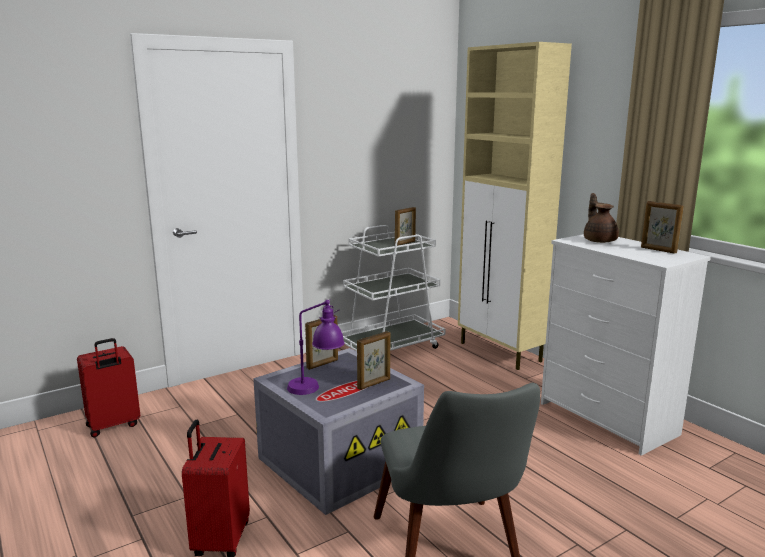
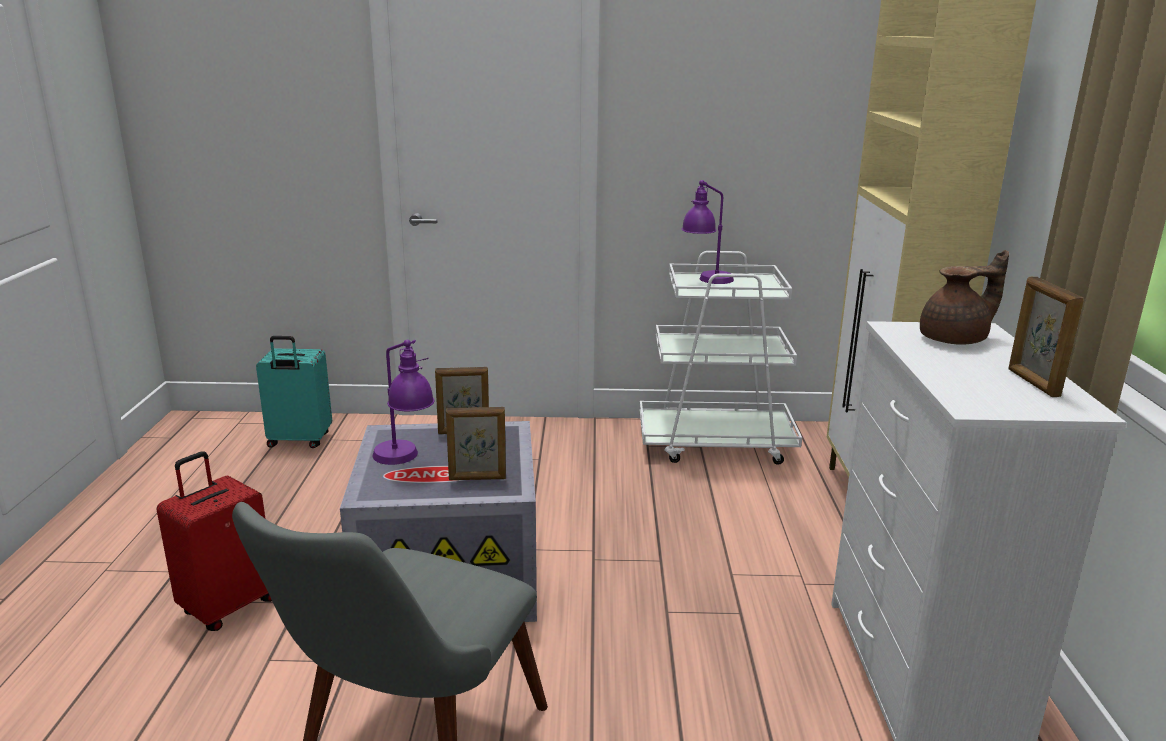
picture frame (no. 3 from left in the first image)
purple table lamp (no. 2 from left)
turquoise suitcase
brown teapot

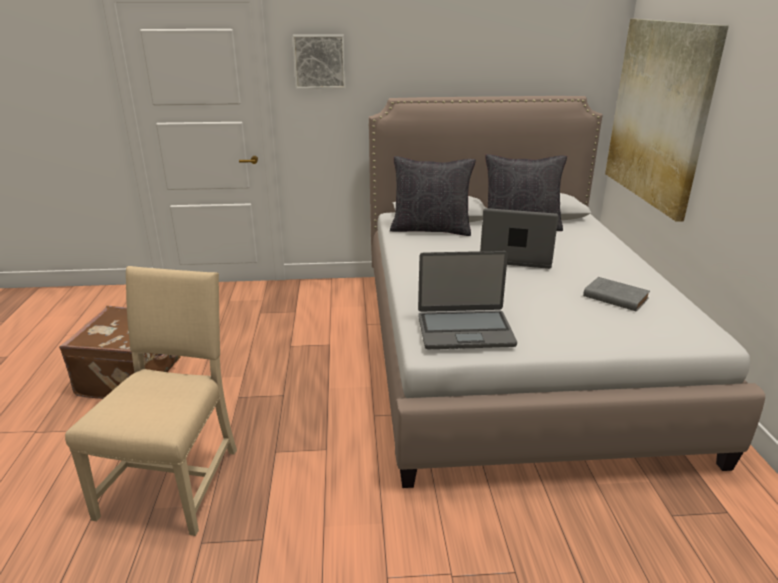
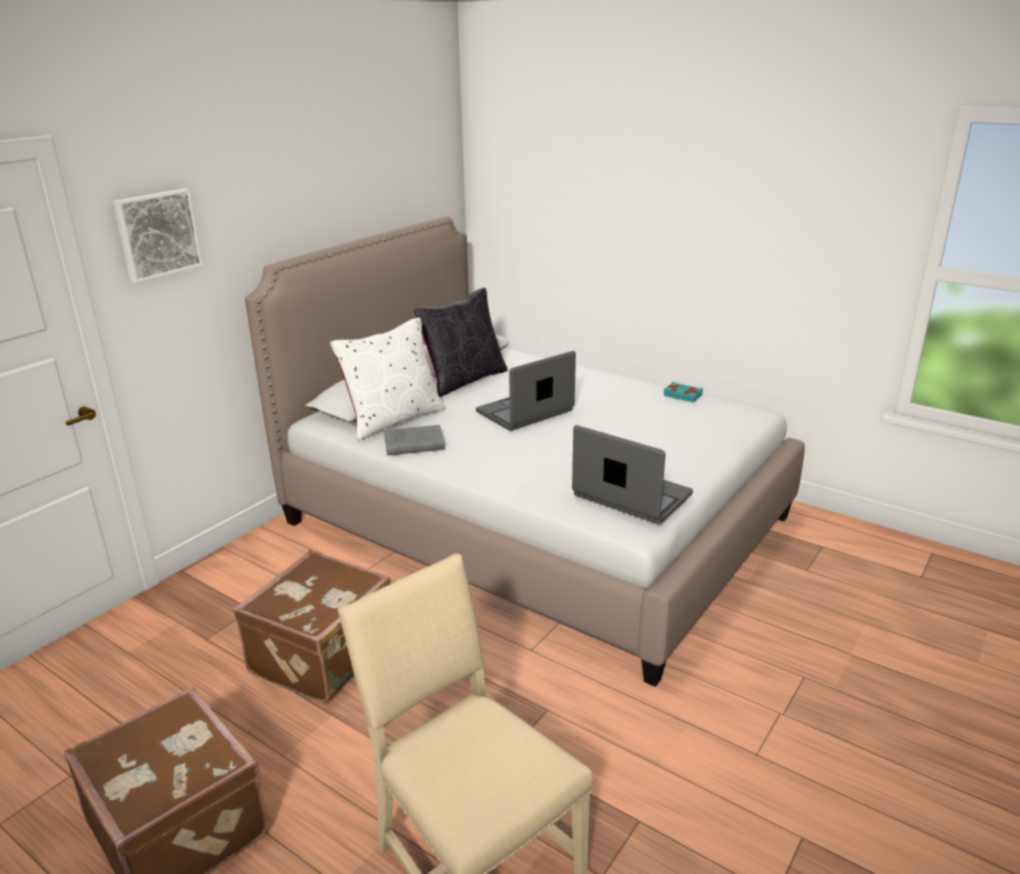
picture (no. 2 from left in the first image)
brown suitcase (no. 2 from left)
turquoise book
grey book
white pillow
laptop (no. 2 from left)

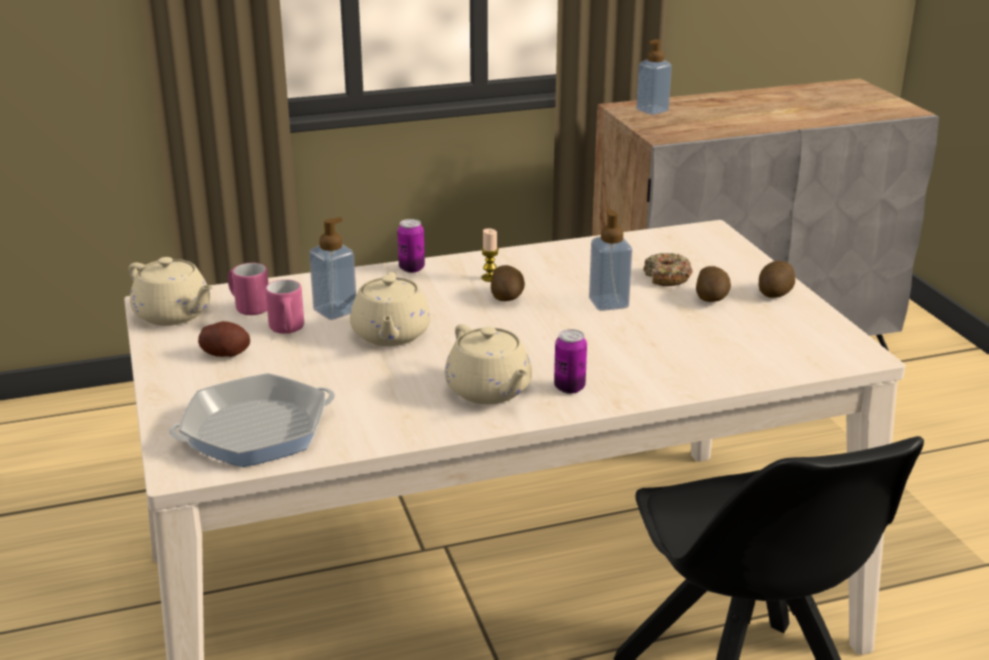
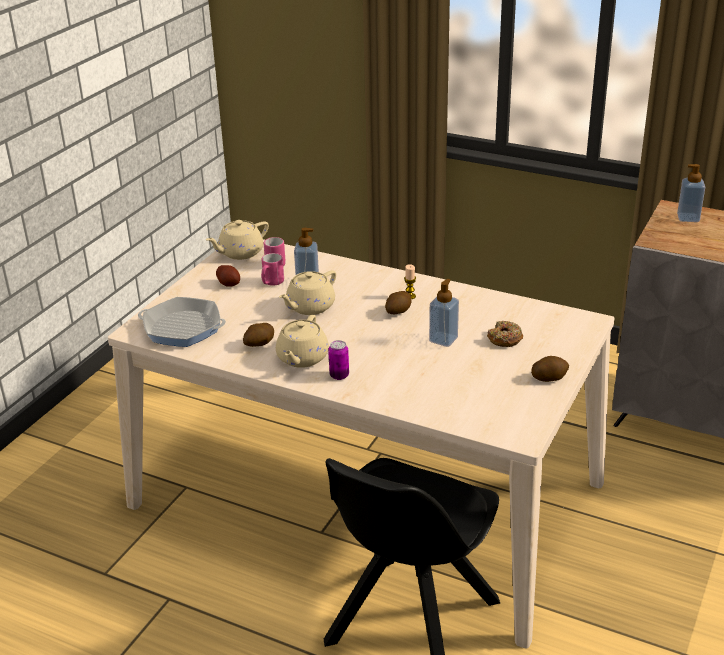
can (no. 1 from left in the first image)
potato (no. 2 from left)
beige teapot (no. 1 from left)

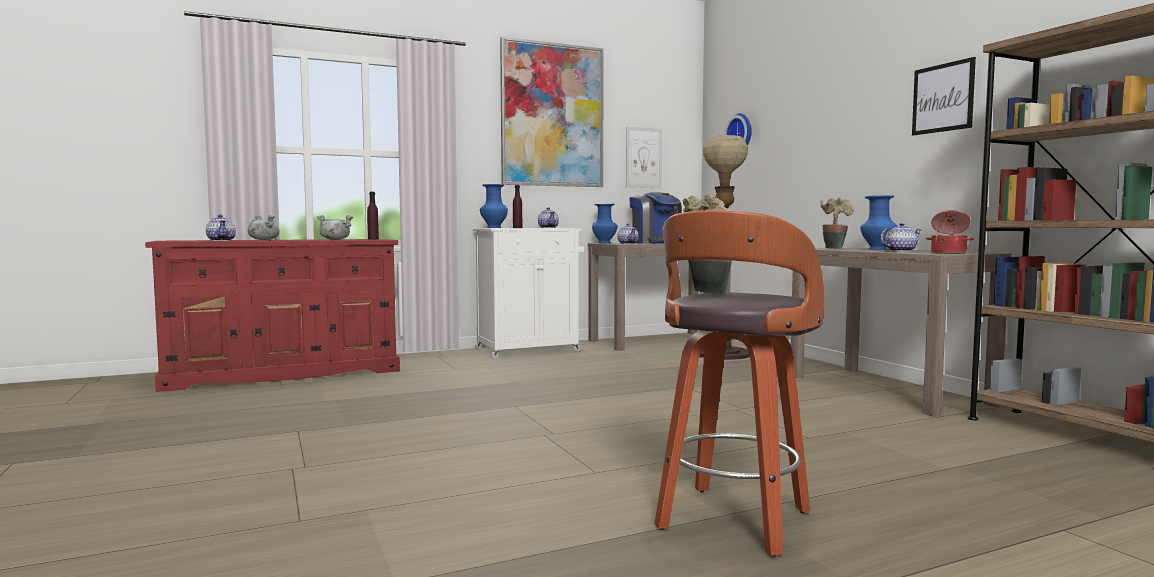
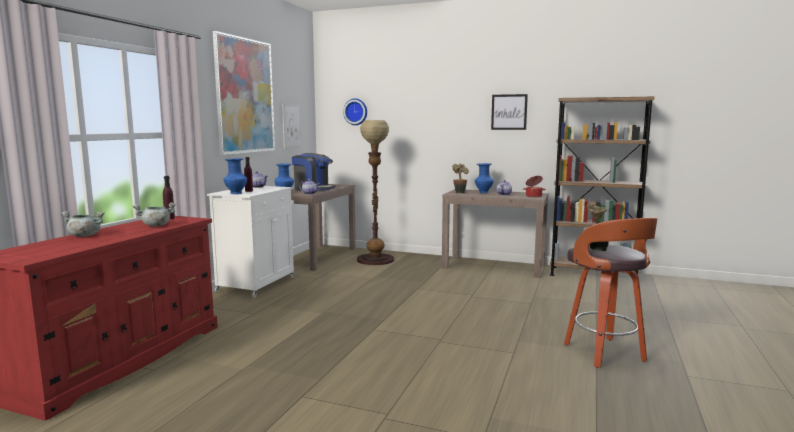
teapot (no. 1 from left in the first image)

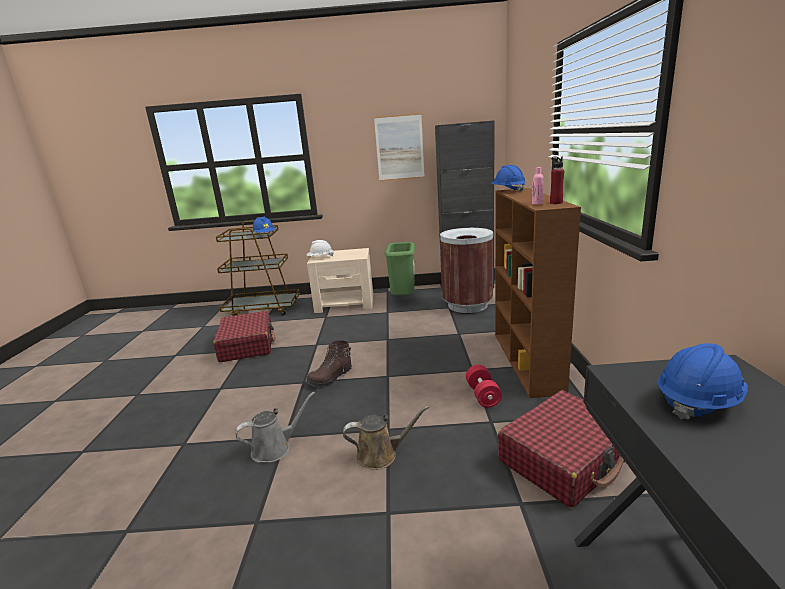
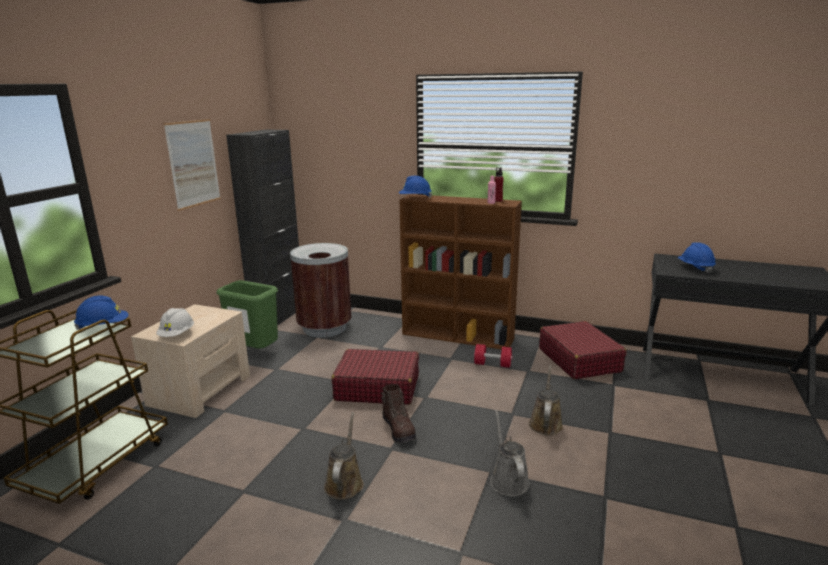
brown watering can (no. 1 from left)
red suitcase (no. 1 from left)

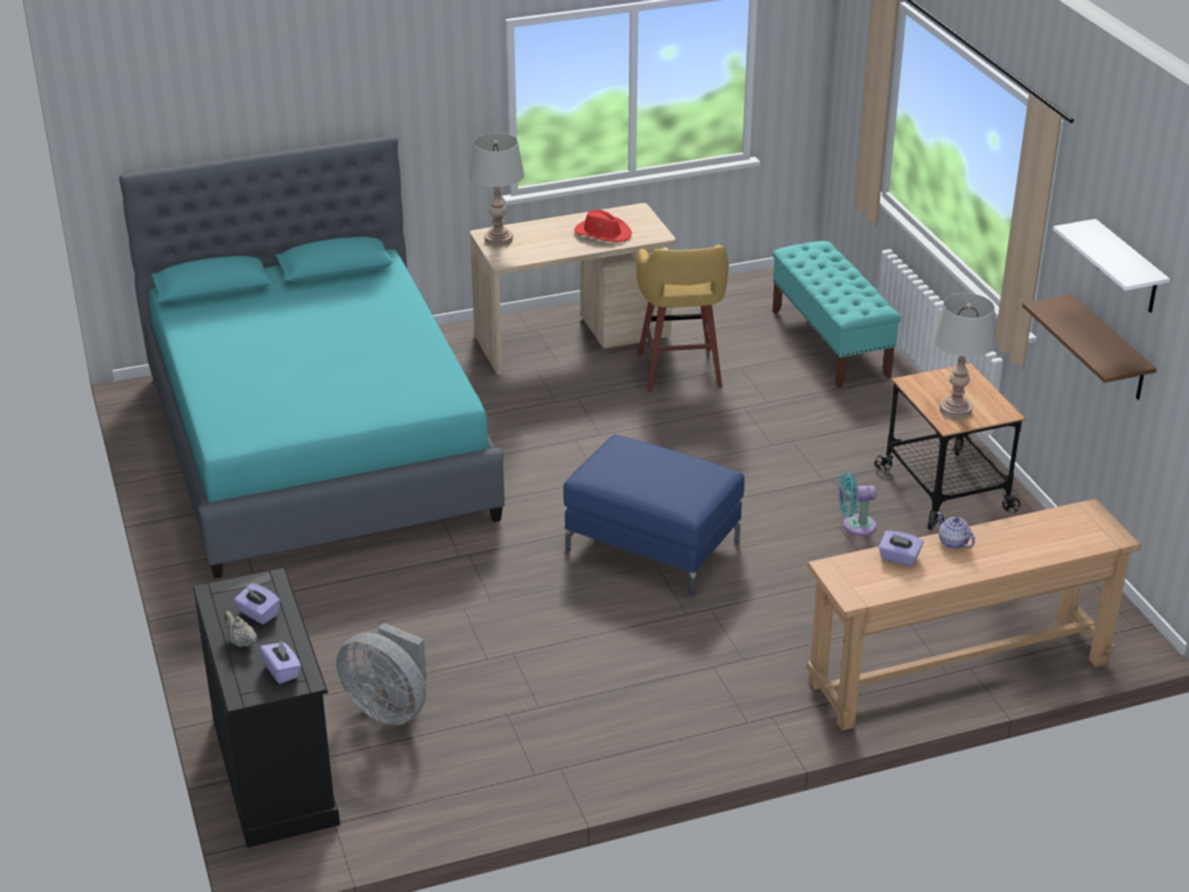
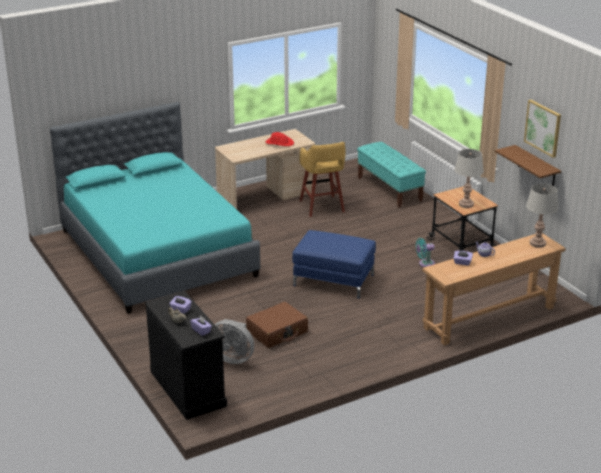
brown suitcase
grey table lamp (no. 2 from left)
picture

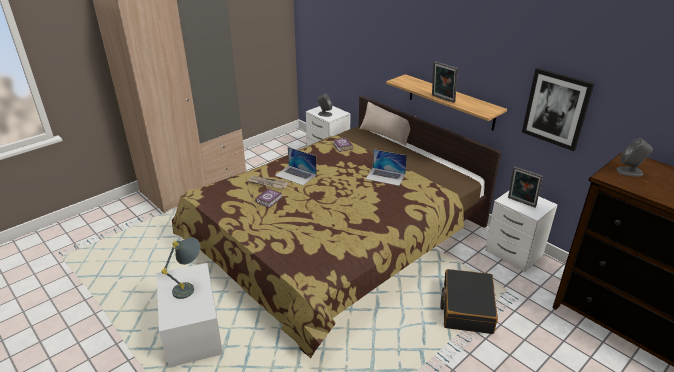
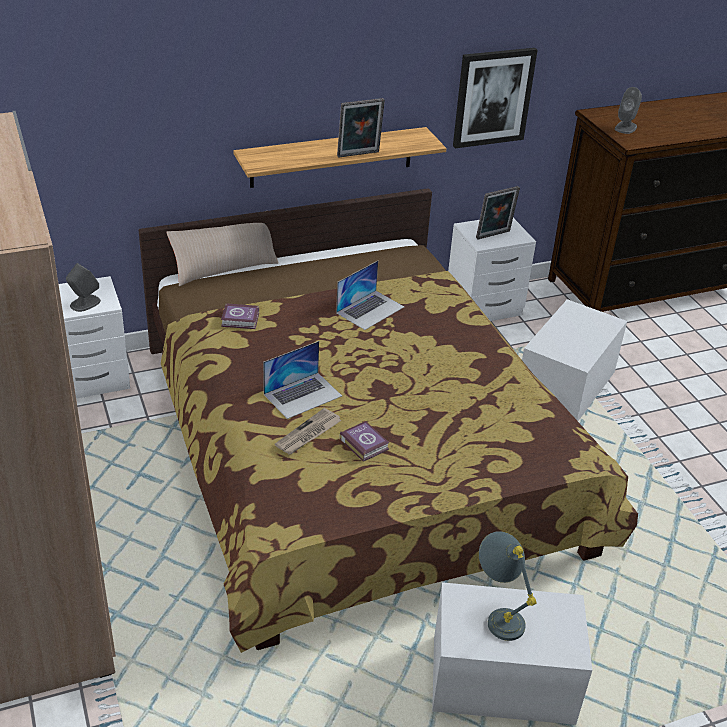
white storage box (no. 2 from left)

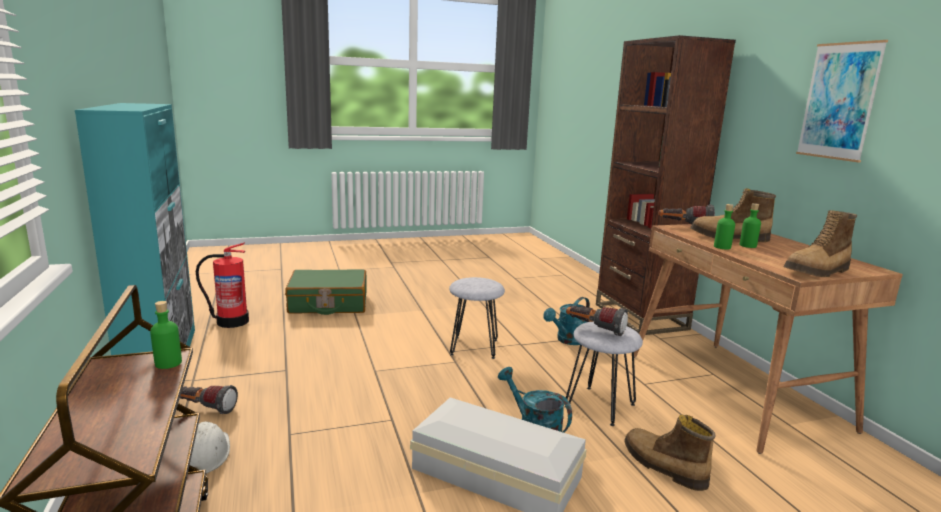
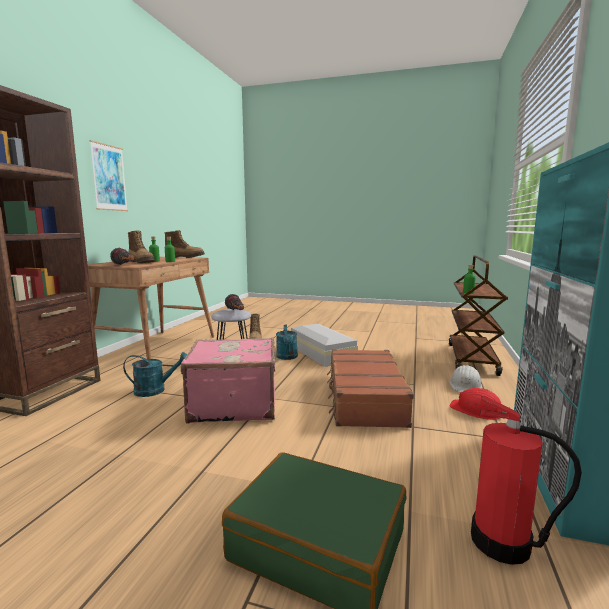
brown suitcase
red hard hat
pink suitcase

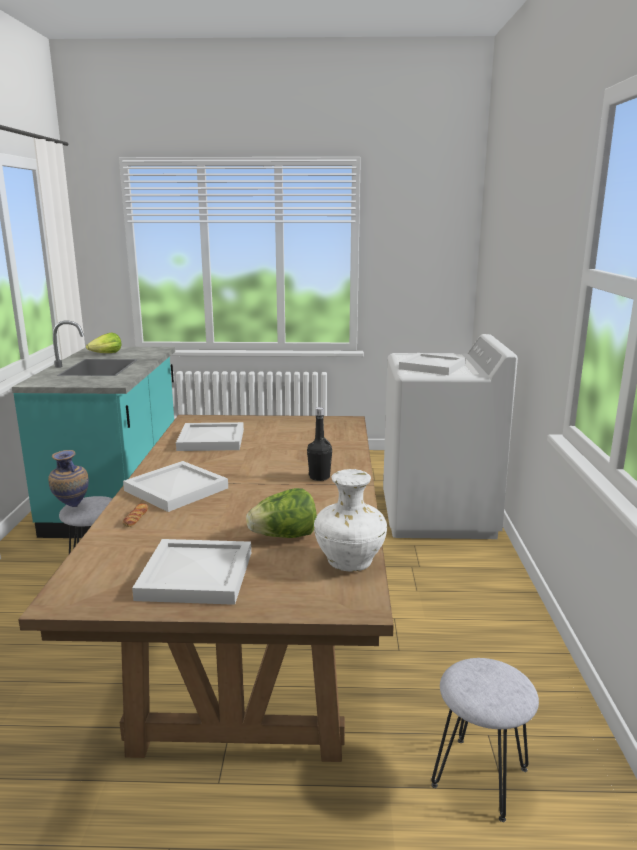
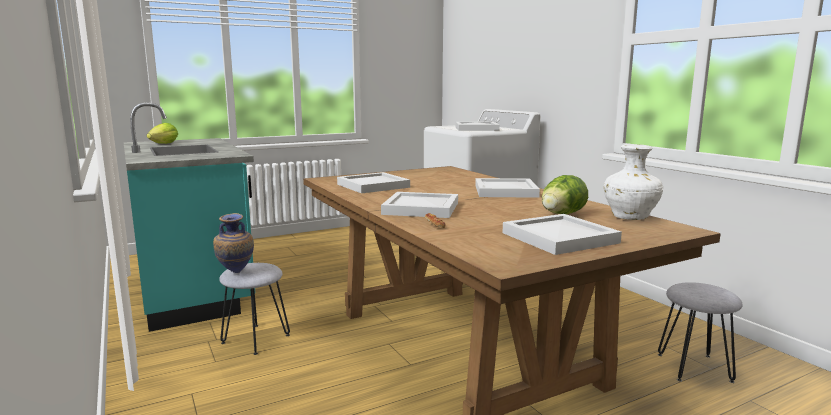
white tray (no. 4 from left)

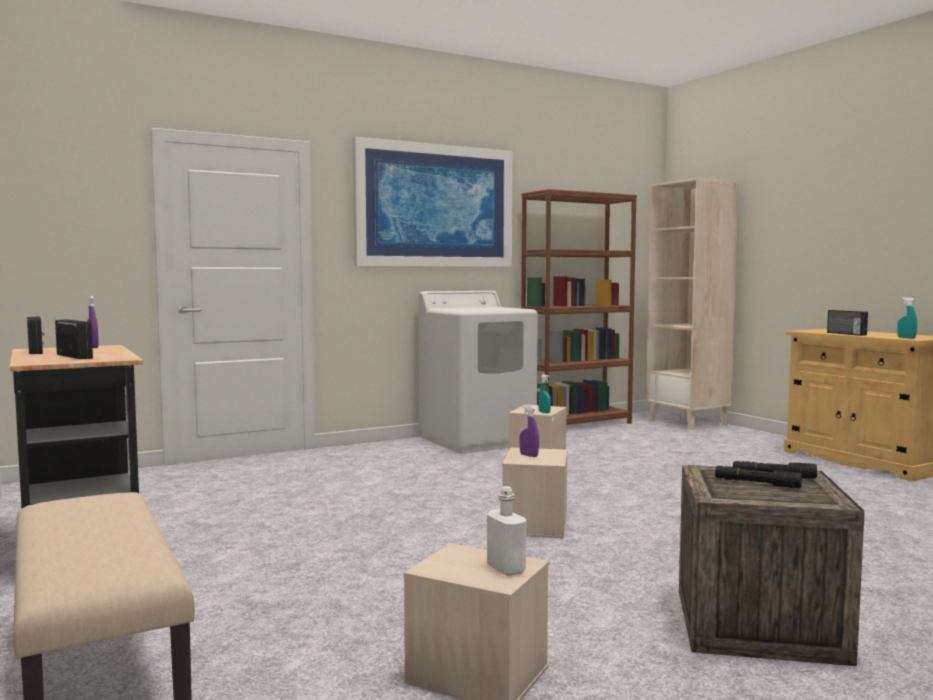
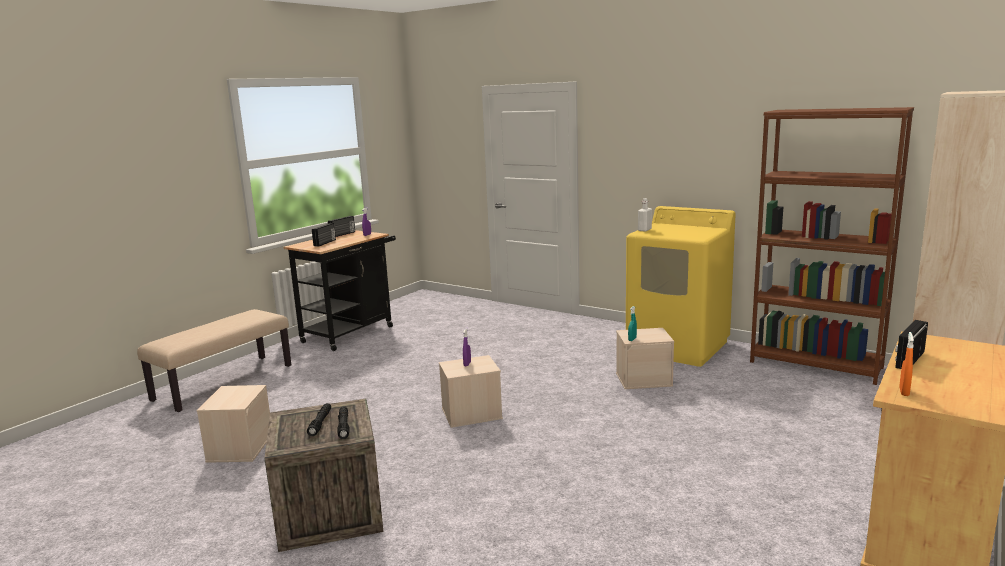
picture
white bottle
yellow washing machine
orange spray bottle

